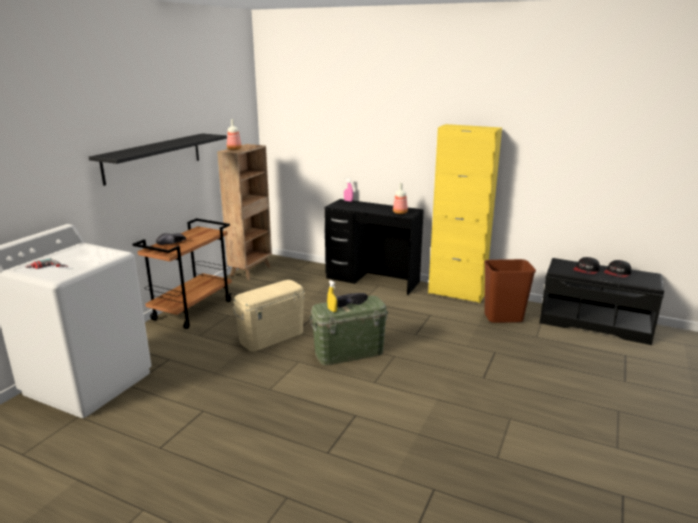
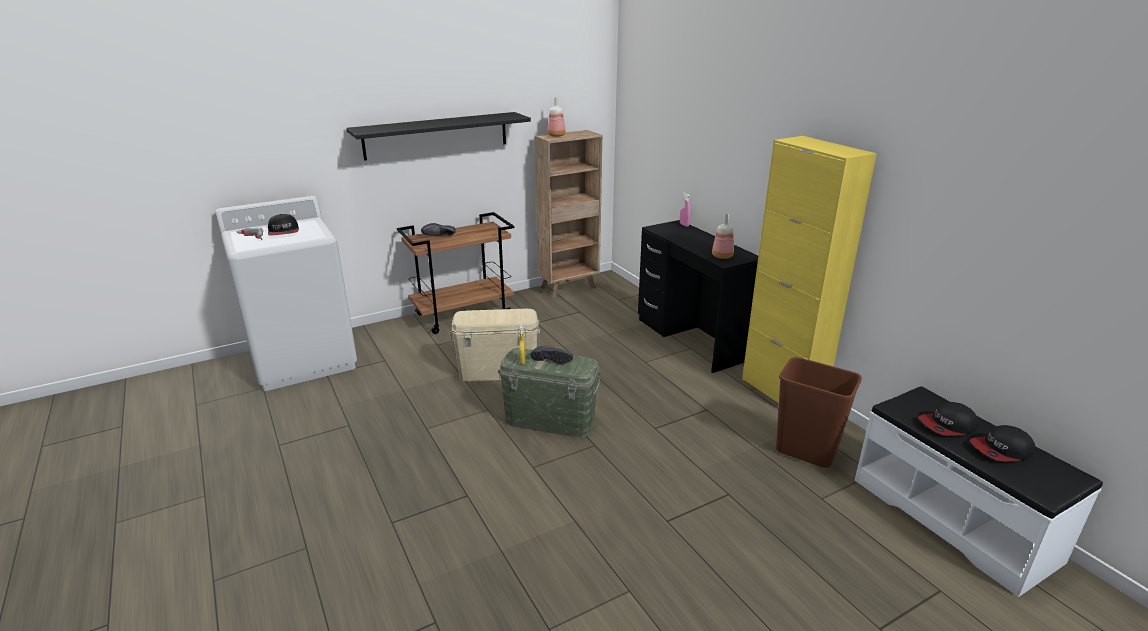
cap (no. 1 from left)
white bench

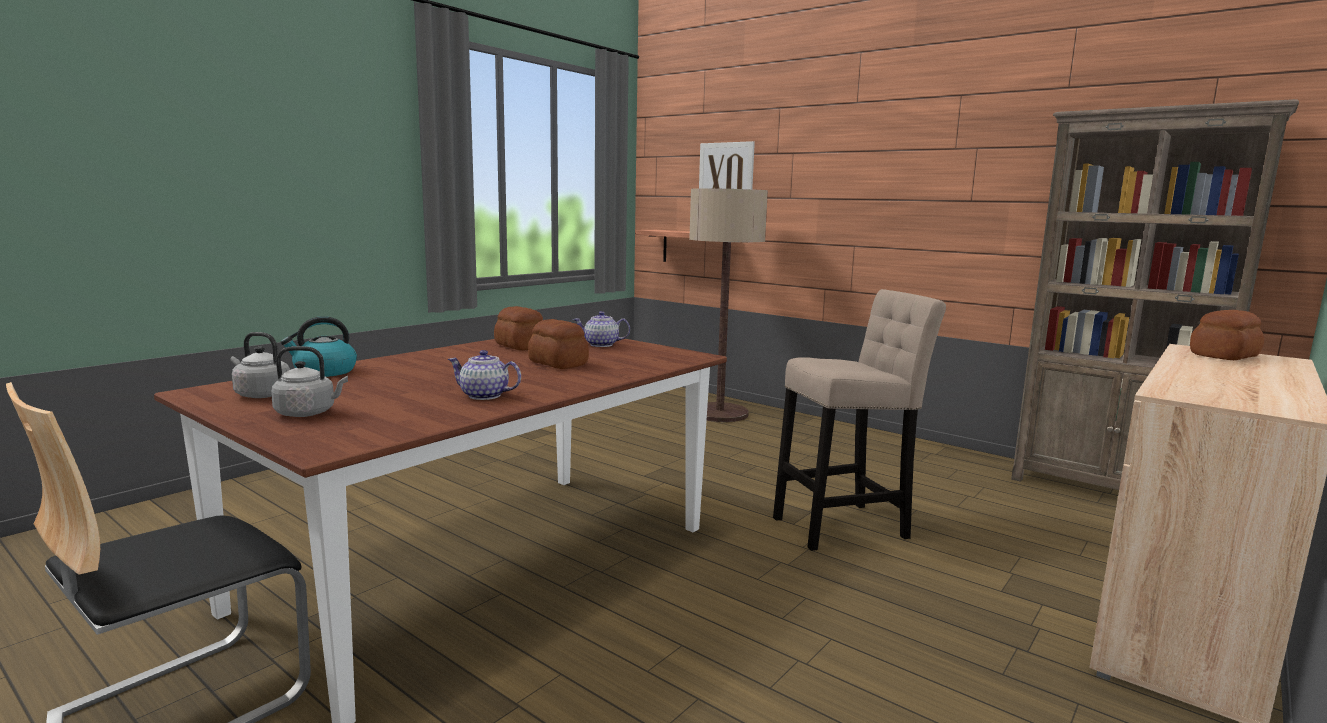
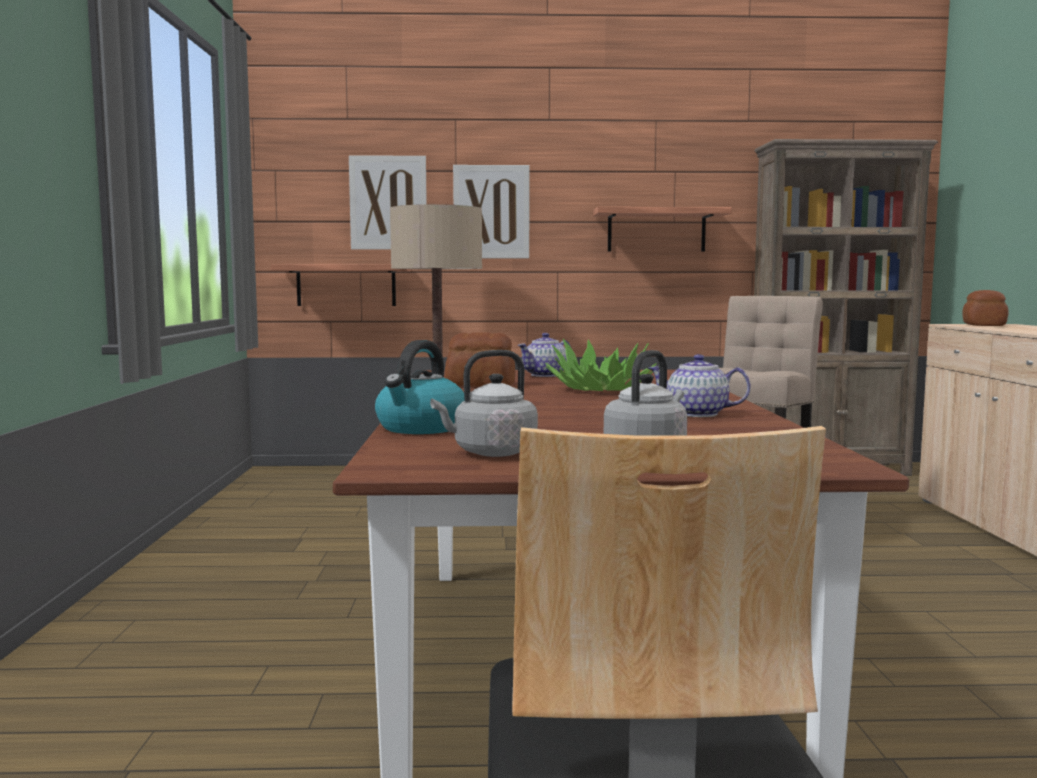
picture (no. 2 from left)
shelf (no. 2 from left)
potted plant
teapot (no. 2 from left)

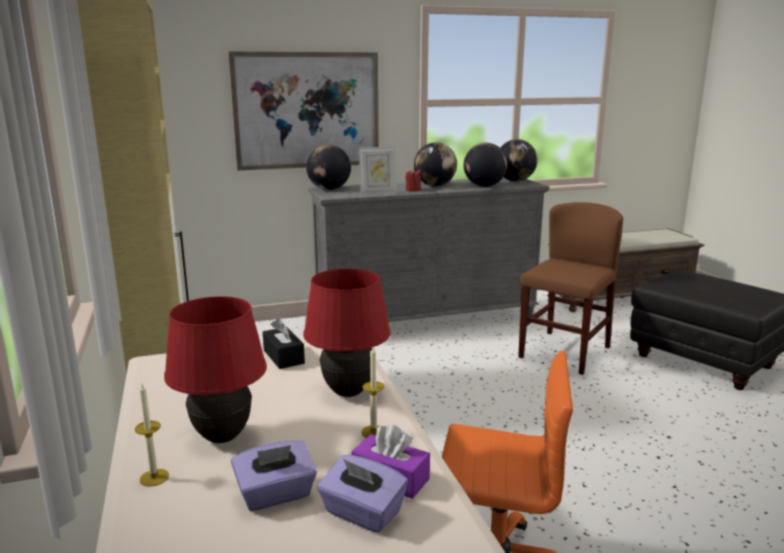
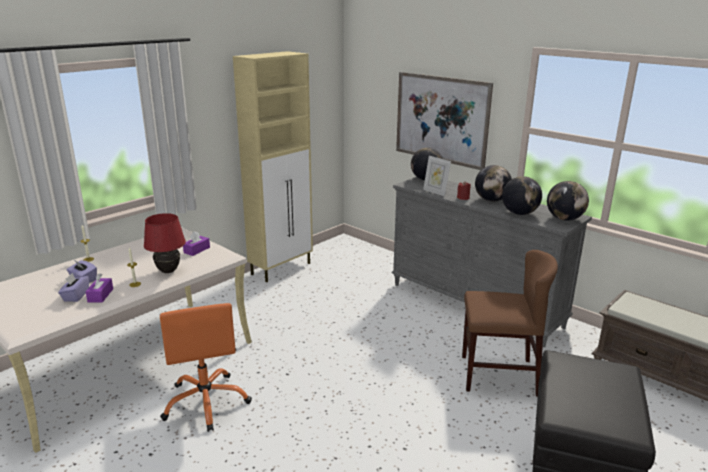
red table lamp (no. 1 from left in the first image)
purple tissue box (no. 4 from left)

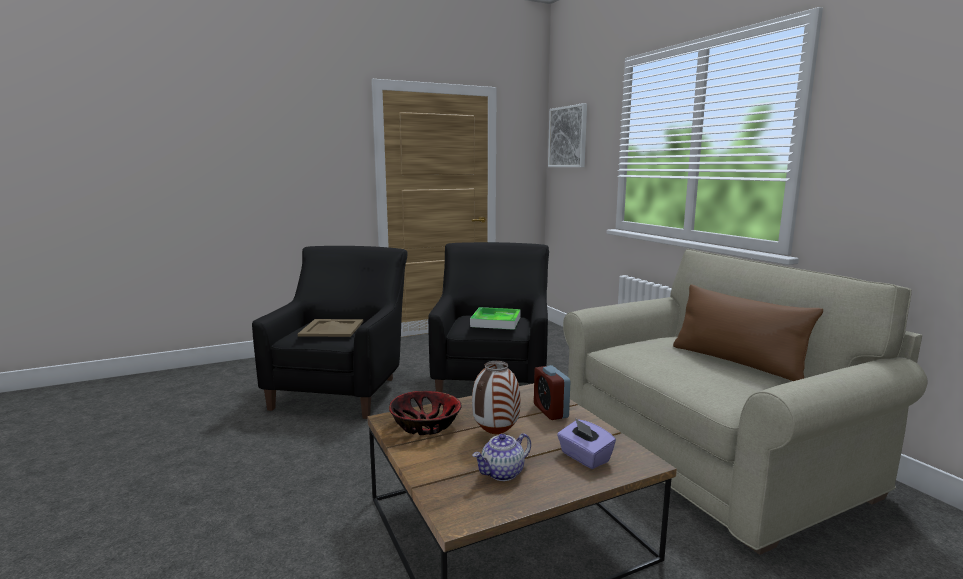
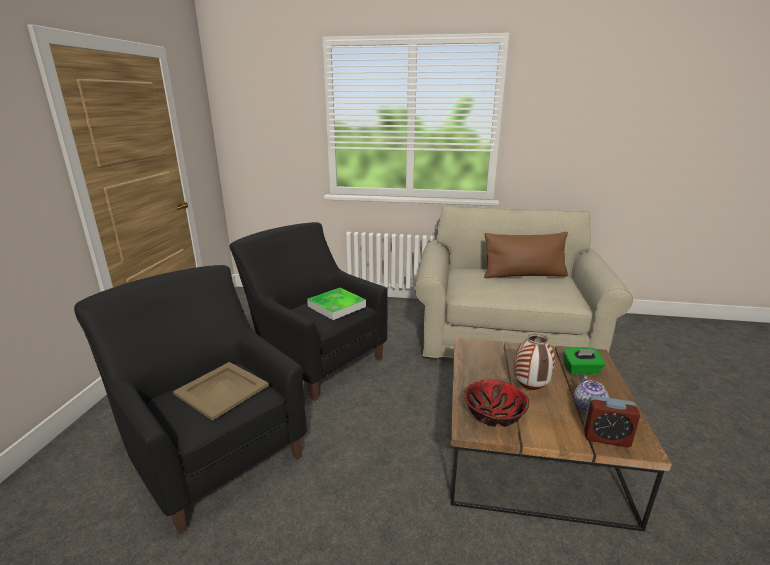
picture
alarm clock
green tissue box

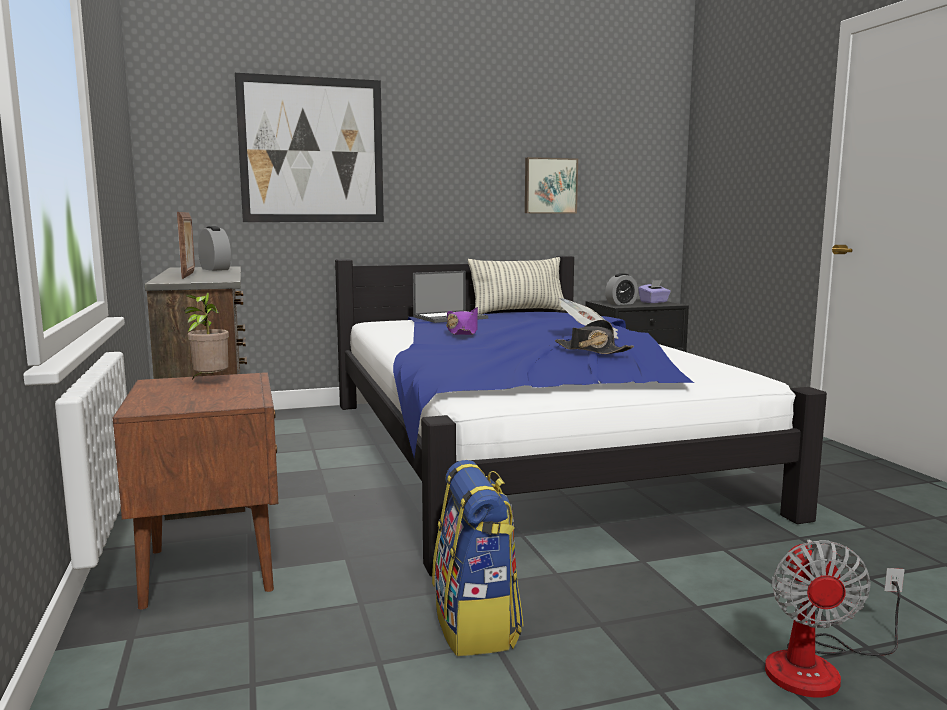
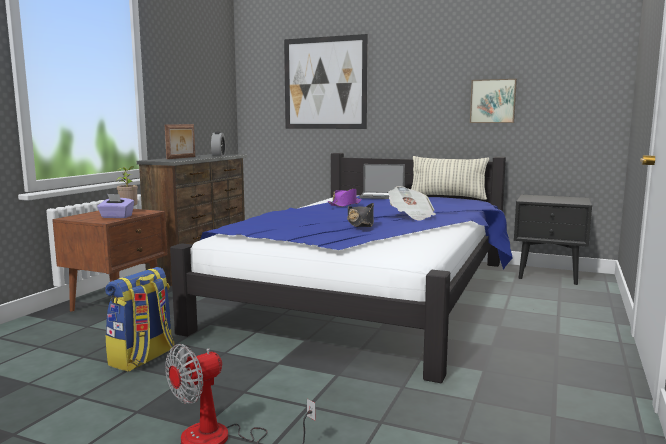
alarm clock (no. 2 from left in the first image)
purple tissue box

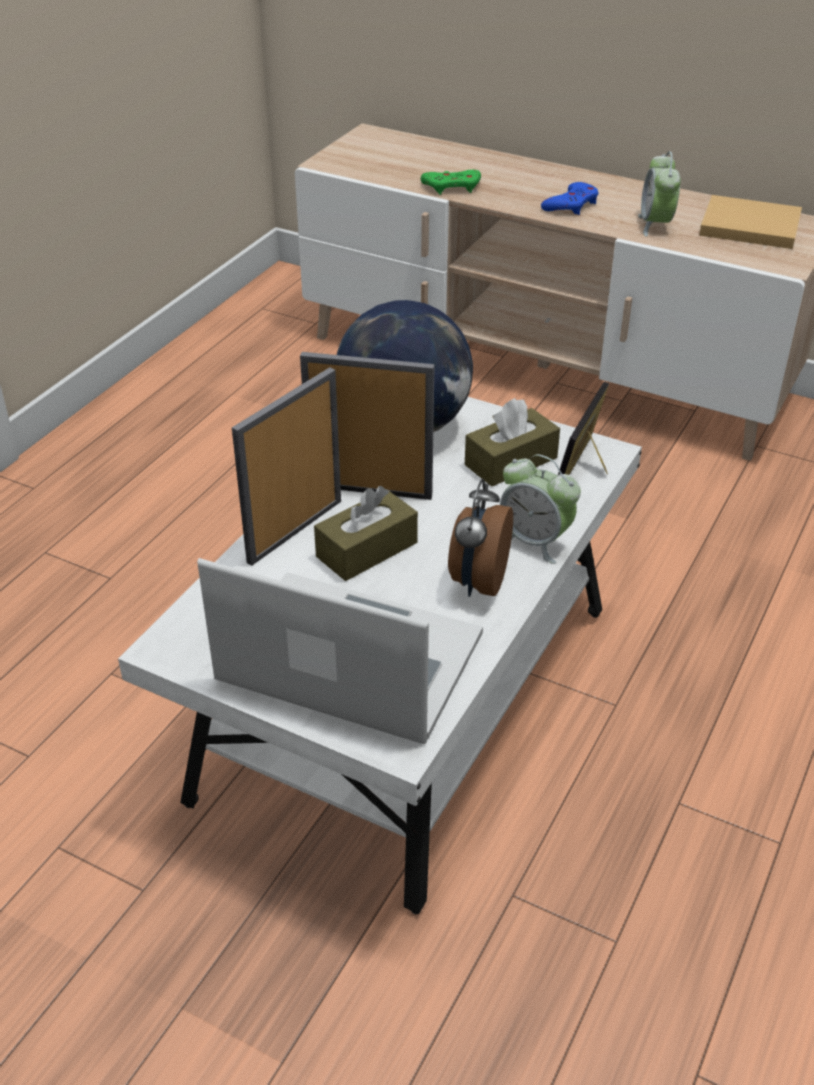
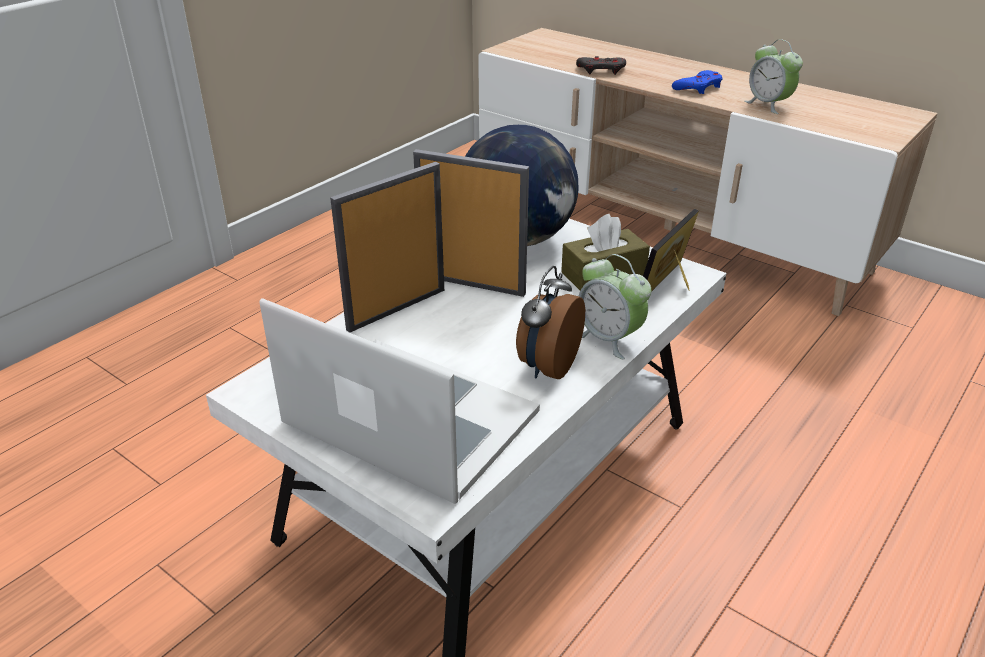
brown tissue box (no. 1 from left in the first image)
beige book
grey game controller
alarm clock (no. 3 from left)

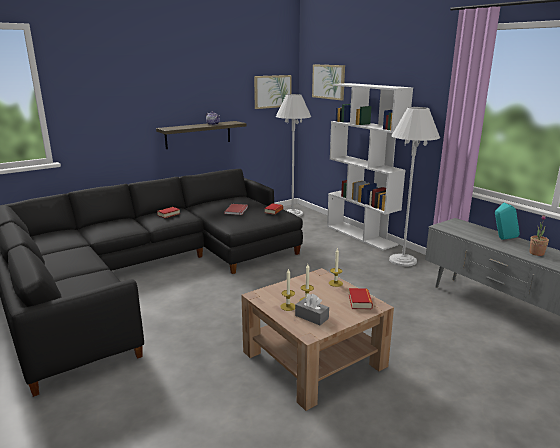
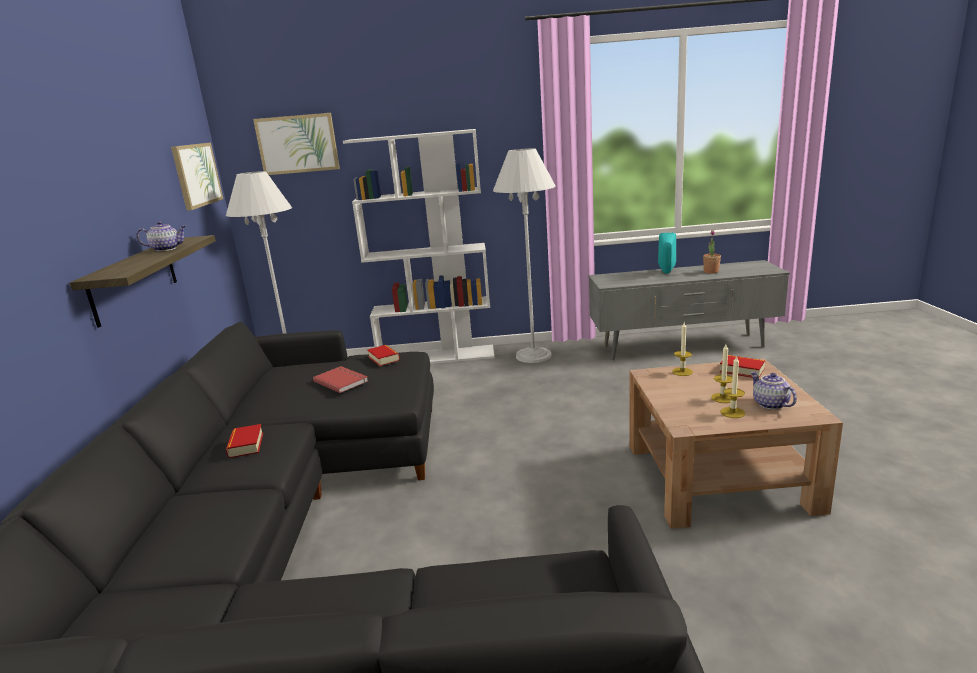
teapot (no. 2 from left)

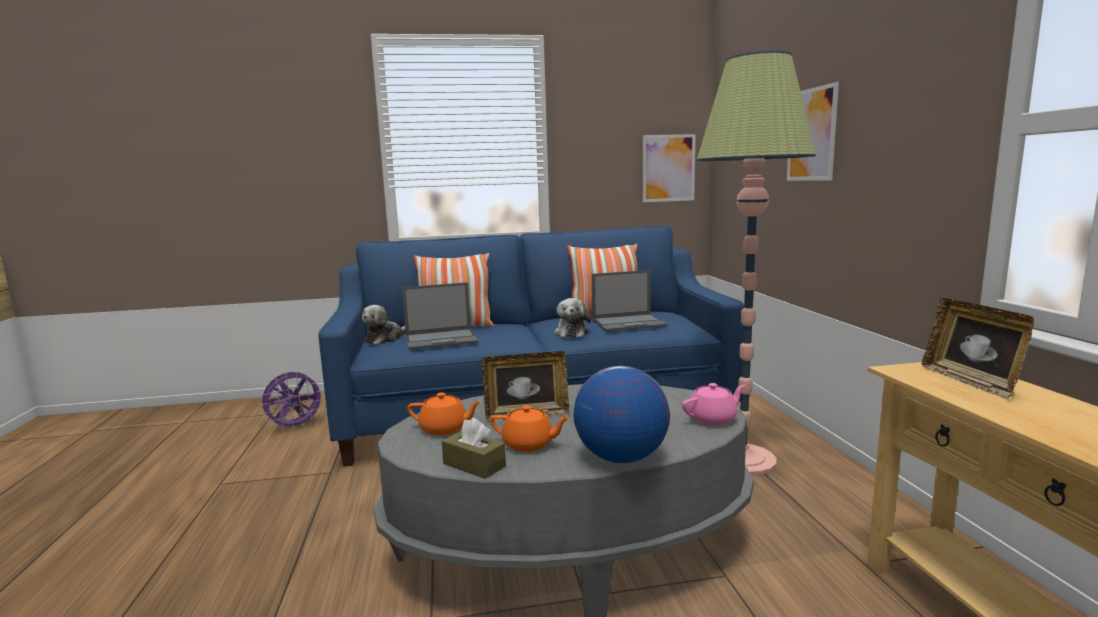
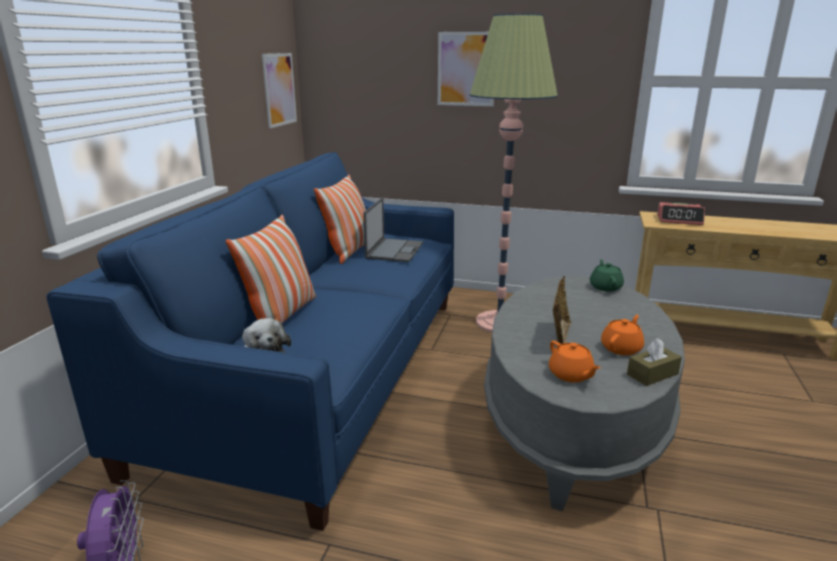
laptop (no. 1 from left in the first image)
plush toy (no. 2 from left in the first image)
globe
alarm clock
green teapot
orange teapot (no. 1 from left)

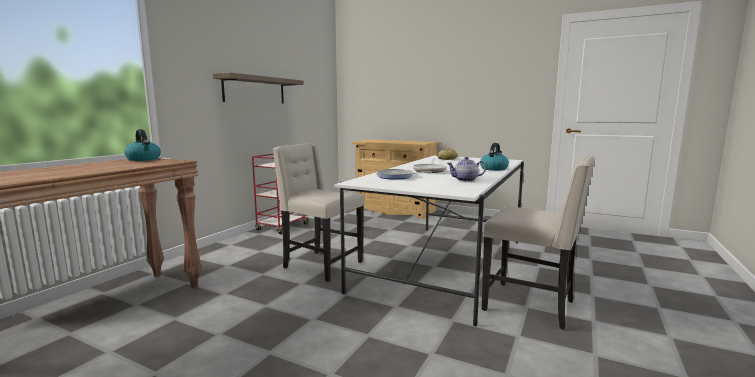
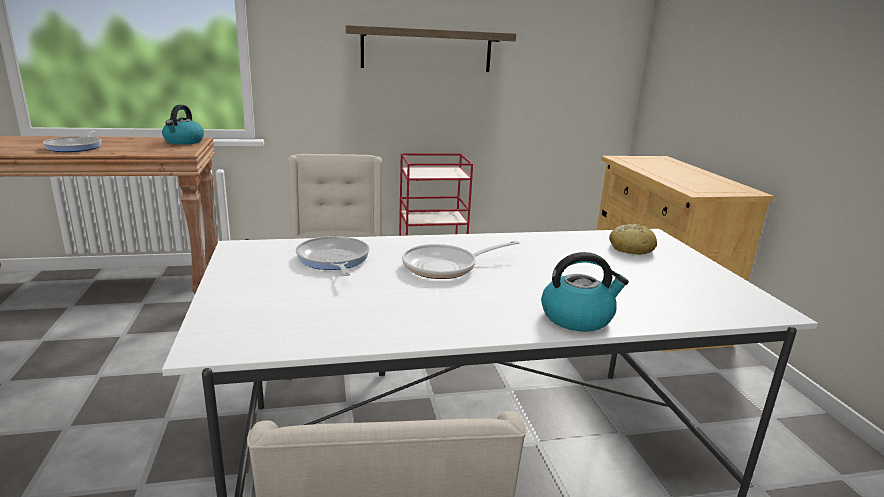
teapot
frying pan (no. 1 from left)

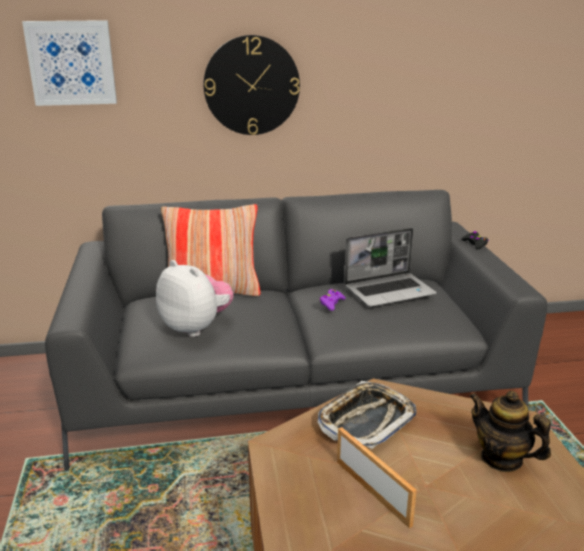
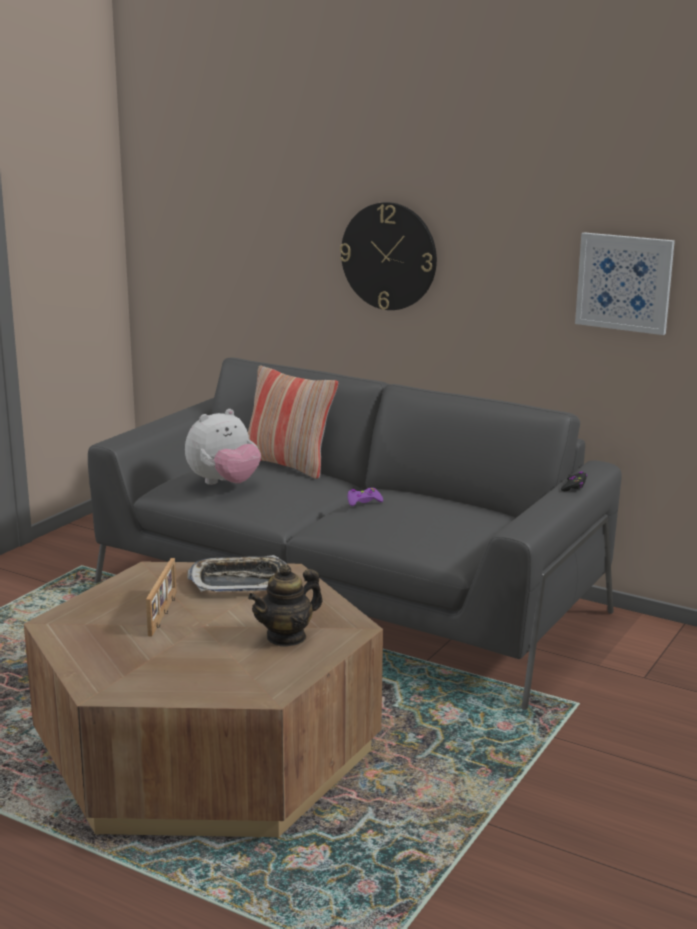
laptop
picture
plush toy
teapot

